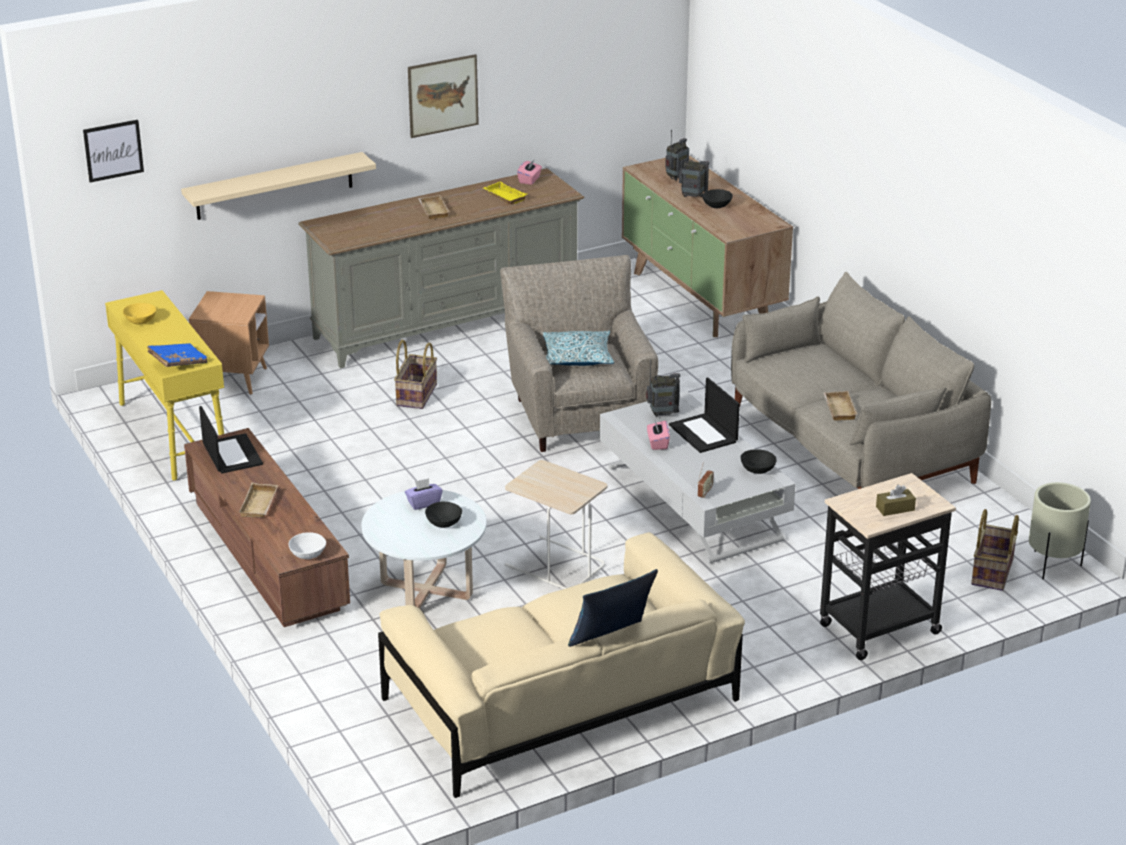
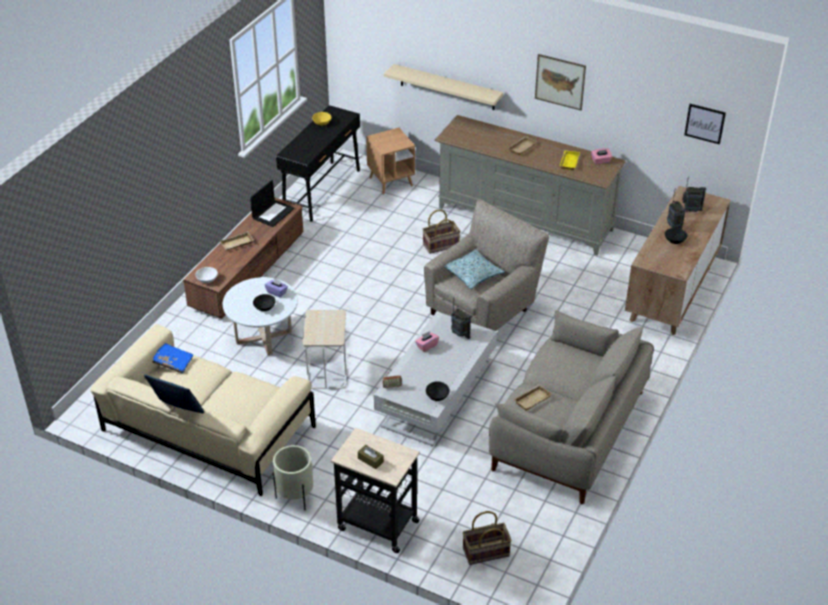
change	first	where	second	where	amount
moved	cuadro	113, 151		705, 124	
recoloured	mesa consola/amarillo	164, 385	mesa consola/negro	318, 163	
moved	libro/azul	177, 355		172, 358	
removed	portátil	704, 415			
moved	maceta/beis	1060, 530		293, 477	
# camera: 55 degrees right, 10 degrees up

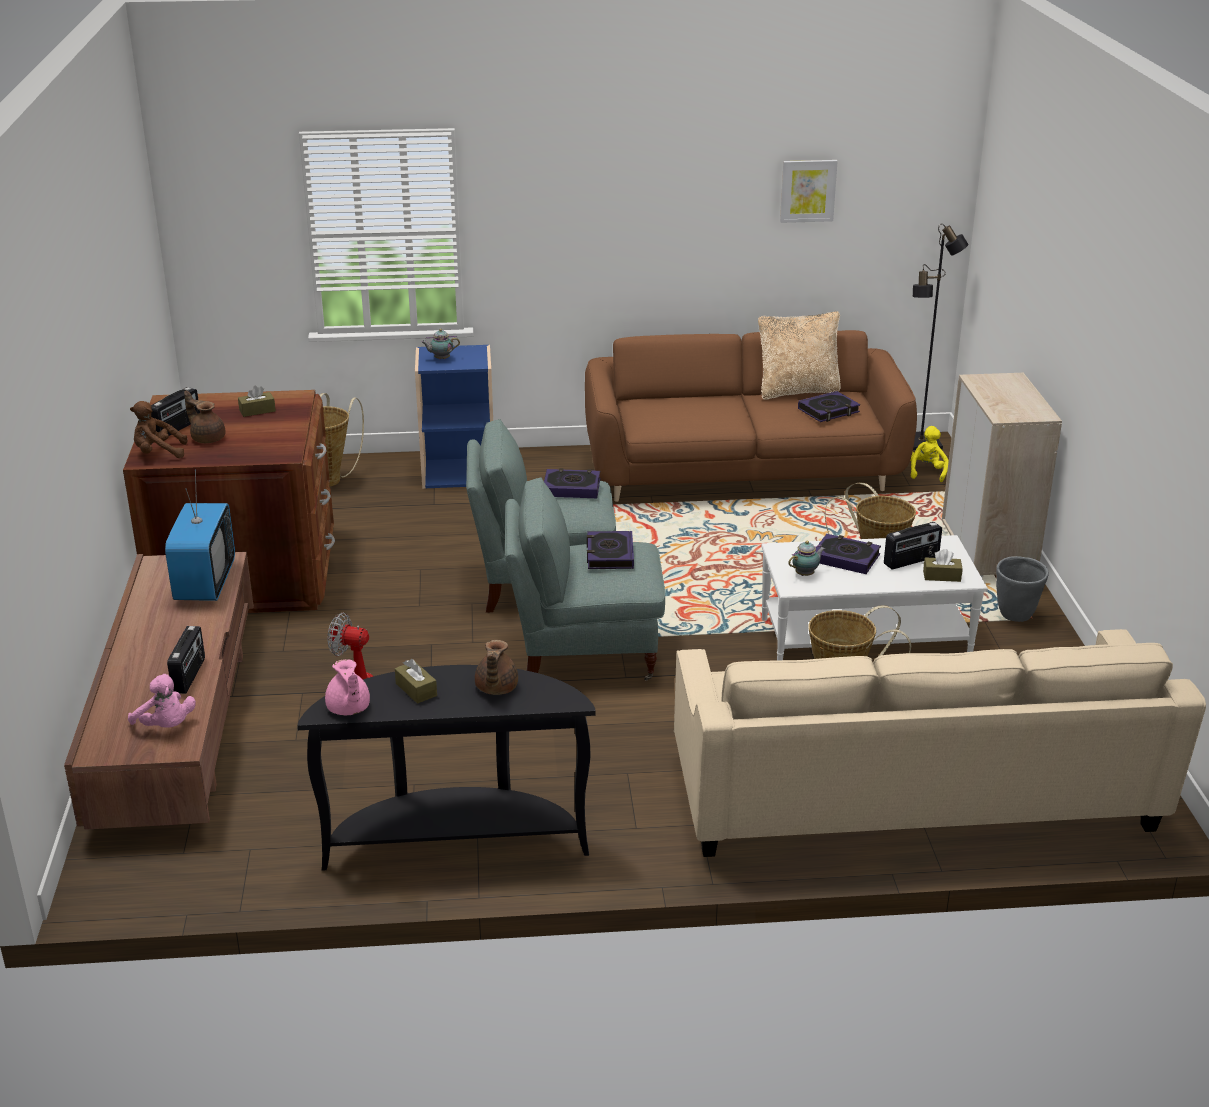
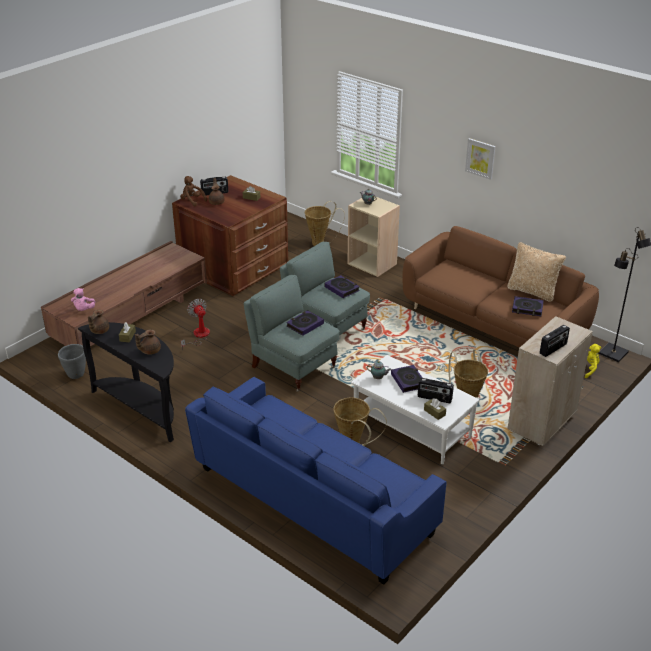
change	first	where	second	where	amount
moved	cuadro	809, 191		480, 159	
recoloured	estantería/azul	454, 417	estantería/beis	373, 237	
removed	televisor	200, 535			
moved	maceta/gris	1022, 589		72, 361	
moved	radio	186, 660		555, 341	
recoloured	sofá/beis	940, 743	sofá/azul	315, 481	
recoloured	tetera/rosa	347, 687	tetera/marrón	98, 322	
# camera: 45 degrees right, 5 degrees up

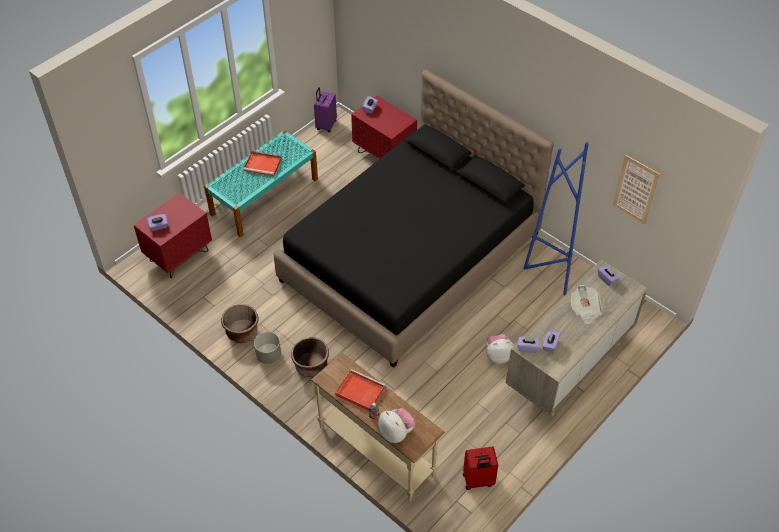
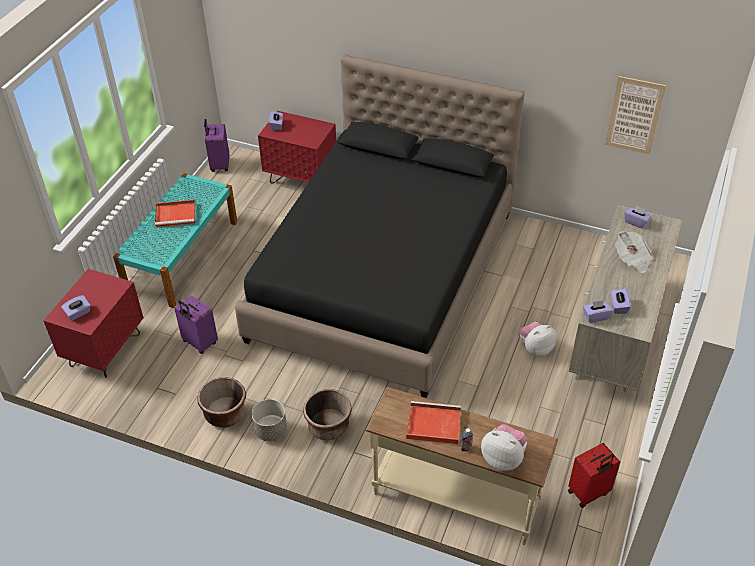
change	first	where	second	where	amount
removed	perchero/azul	556, 218			
added			maleta/morado	196, 325	
# camera: 20 degrees left, 5 degrees down

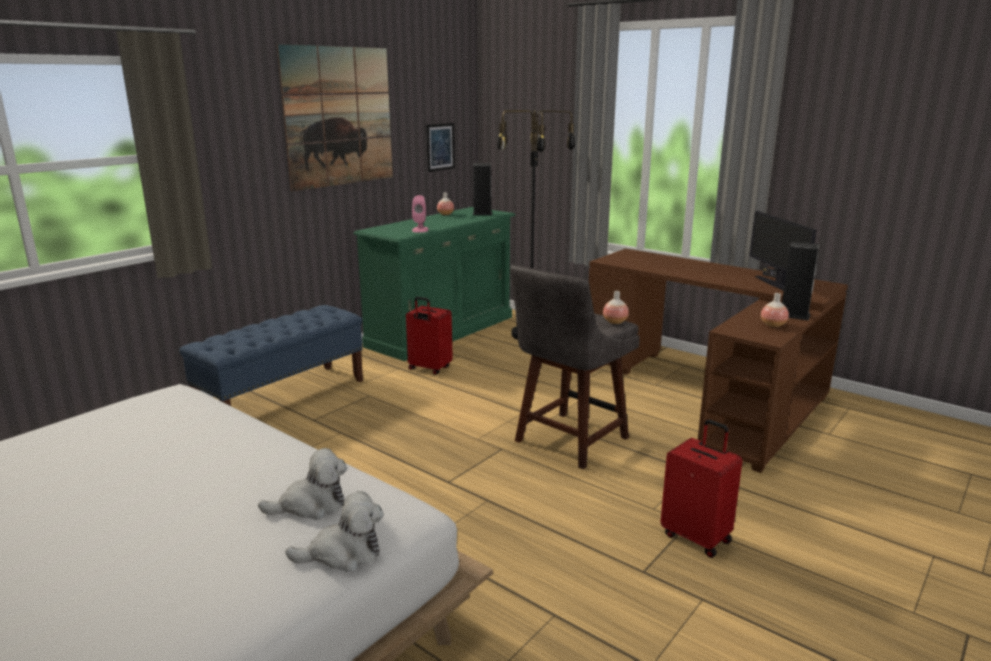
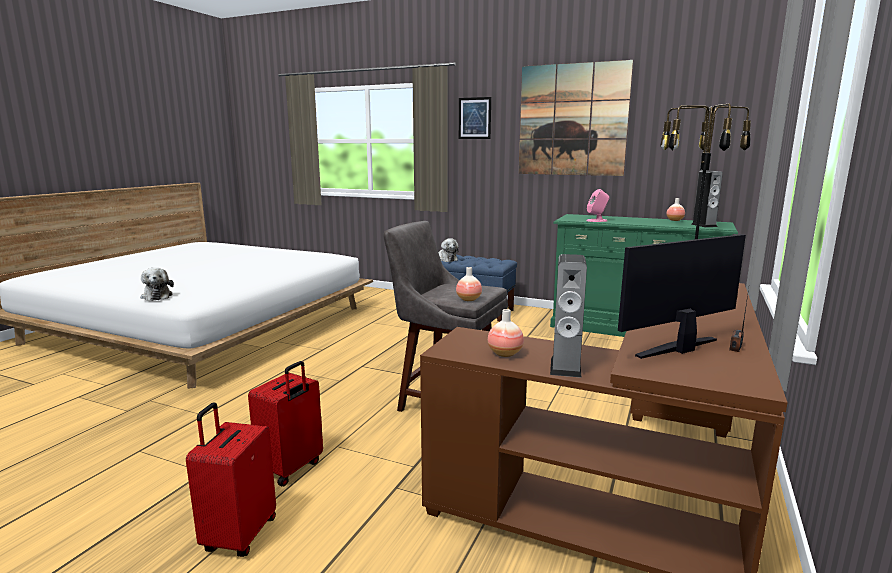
change	first	where	second	where	amount
moved	cuadro	440, 147		475, 118	
moved	maleta/rojo	429, 336		231, 479	
moved	peluche	302, 484		448, 250	
# camera: 75 degrees right, 5 degrees down

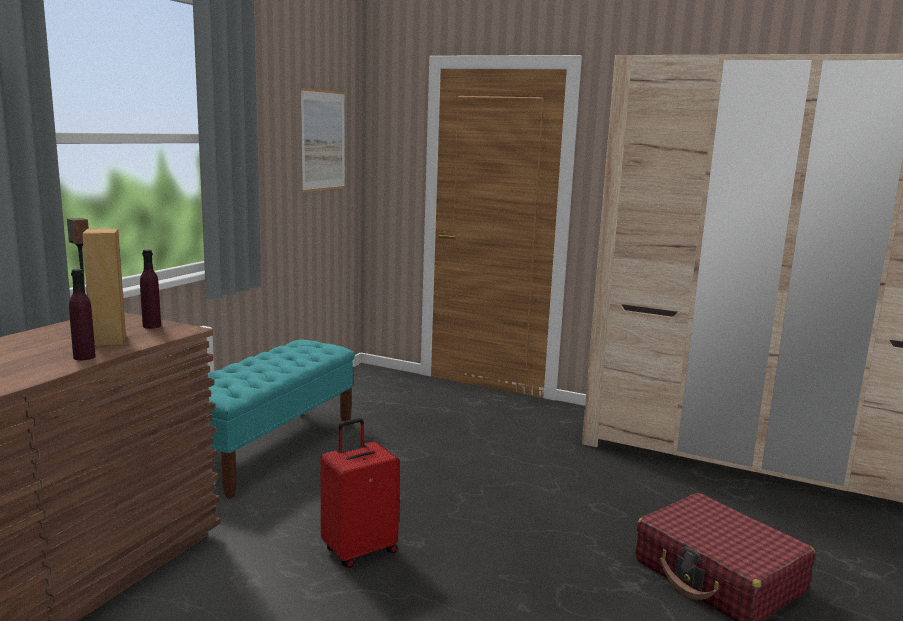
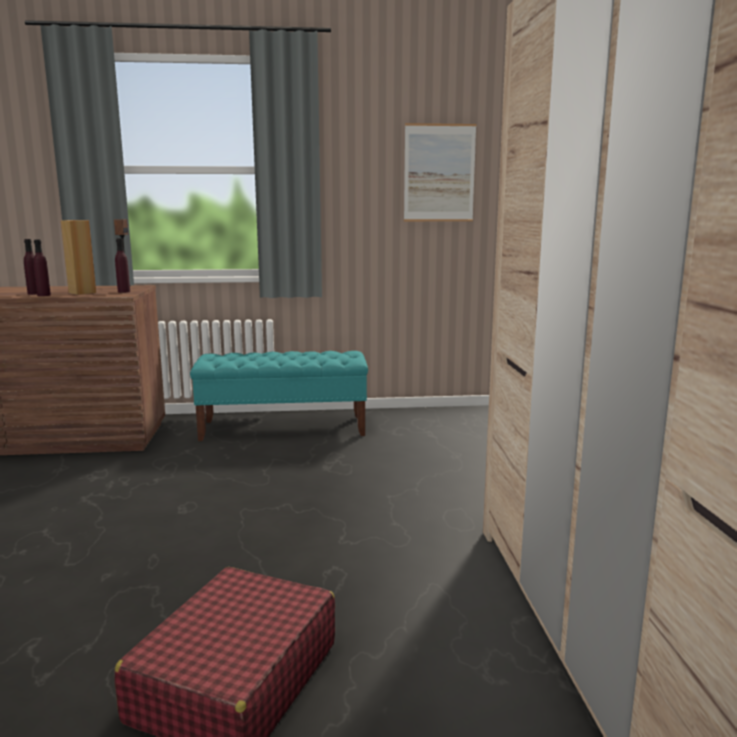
change	first	where	second	where	amount
removed	maleta/rojo	360, 493			
added			botella/morado	30, 267	
# camera: 60 degrees right, 0 degrees up

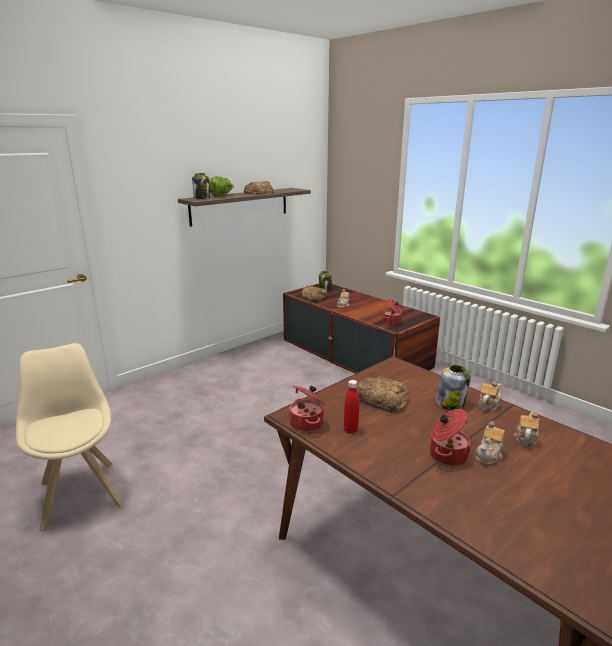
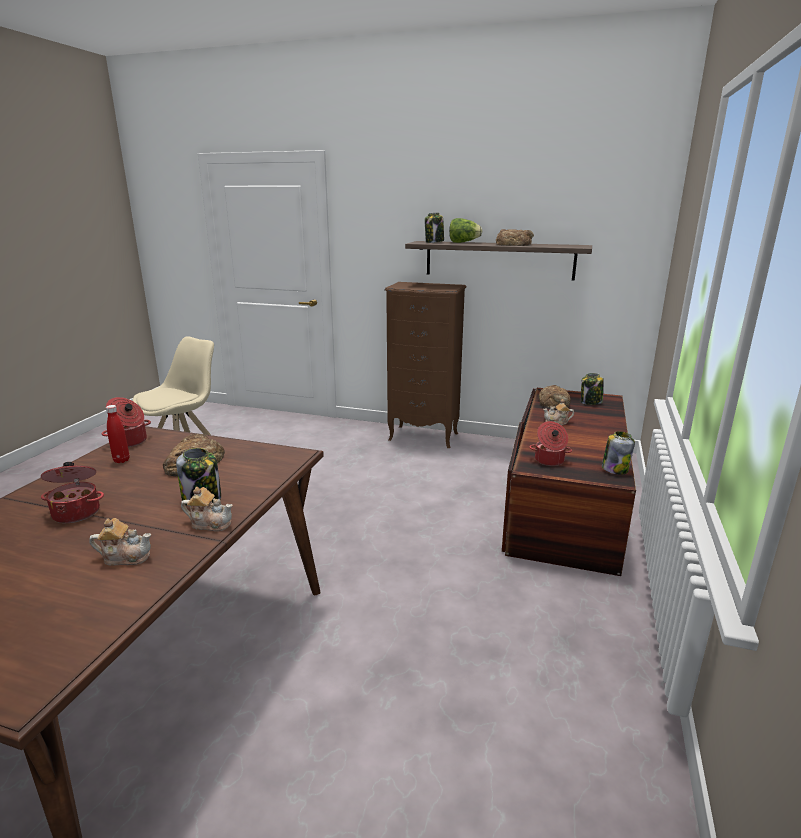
change	first	where	second	where	amount
removed	tetera	490, 443			
added			cómoda/marrón	425, 365	
added			tarro	618, 453	
# camera: 60 degrees right, 0 degrees up

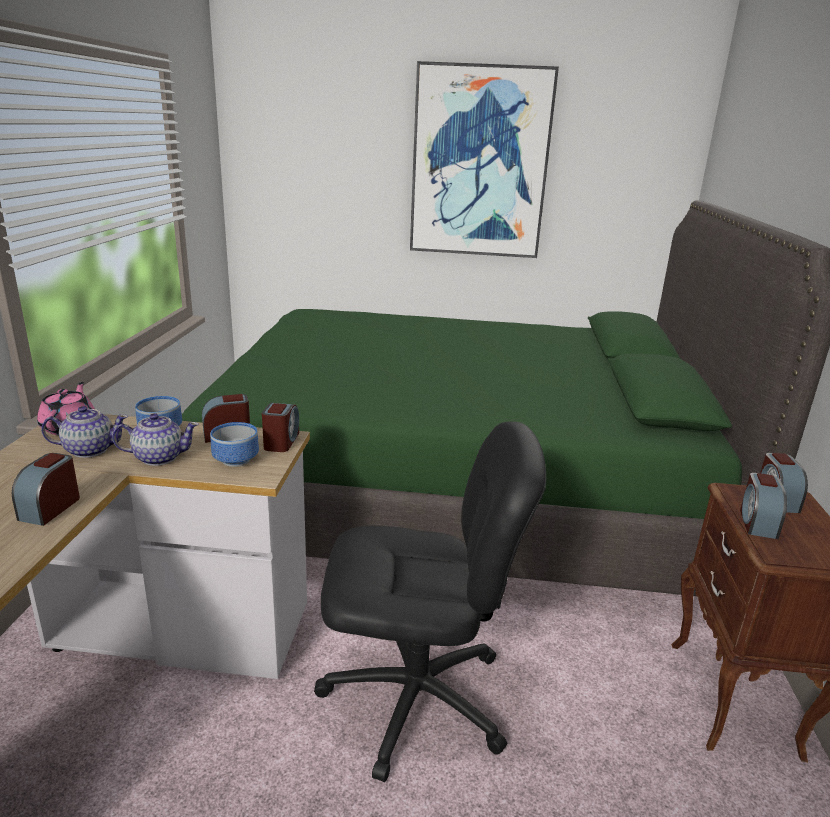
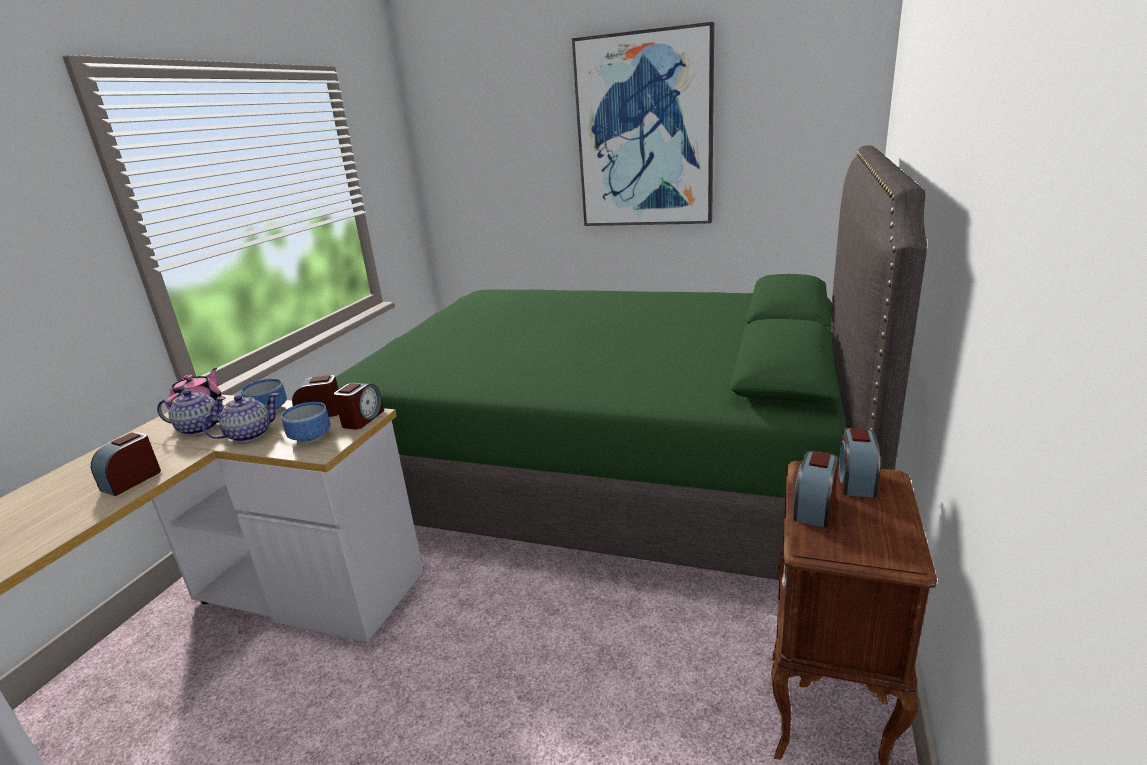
change	first	where	second	where	amount
turned	tetera	155, 439		240, 417	45 degrees counterclockwise
removed	silla de oficina/negro	430, 601			
# camera: 15 degrees right, 0 degrees up

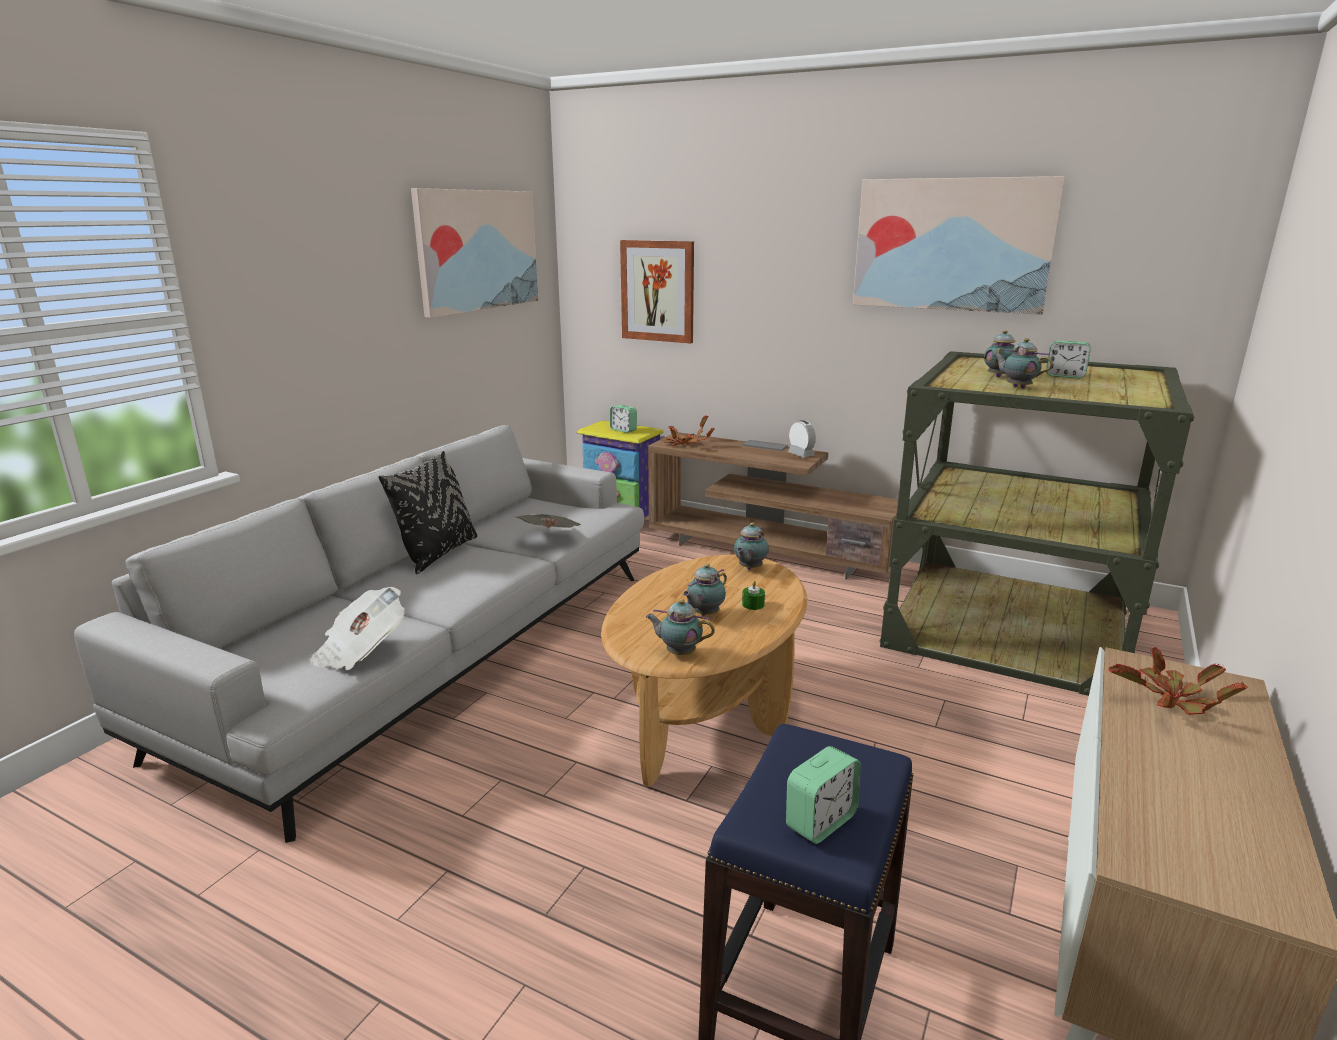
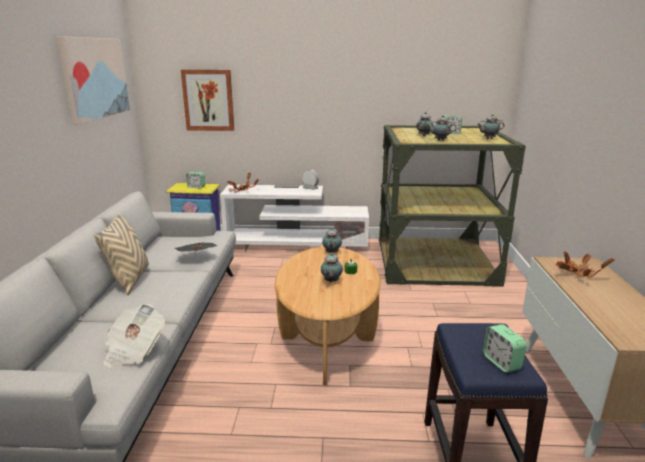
change	first	where	second	where	amount
removed	cuadro	959, 245			
recoloured	mueble de televisión/marrón	773, 506	mueble de televisión/blanco	294, 218	
recoloured	cojín/negro	428, 512	cojín/beis	121, 254	
moved	tetera	680, 627		491, 126	
turned	despertador	823, 795		505, 348	135 degrees clockwise
# camera: 25 degrees left, 0 degrees up

